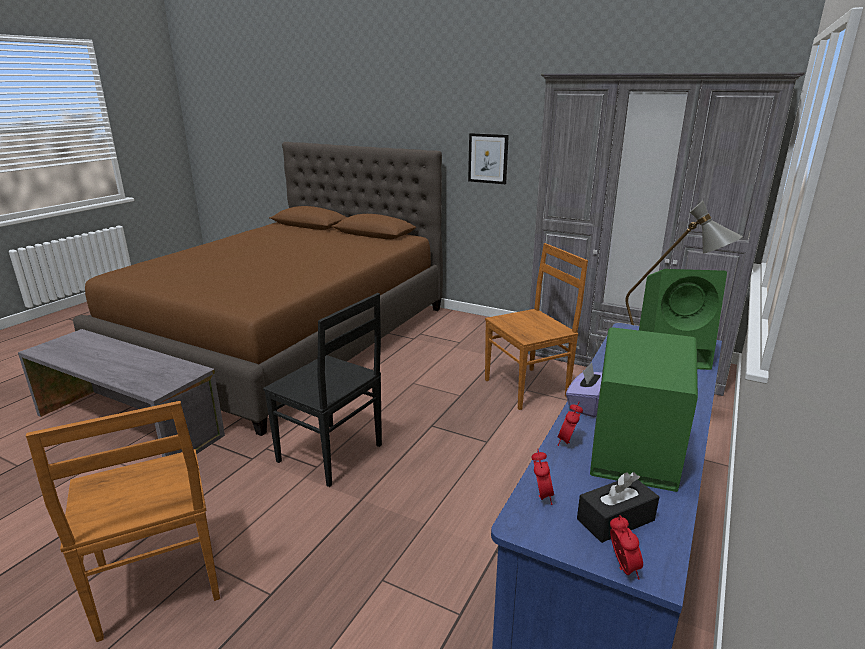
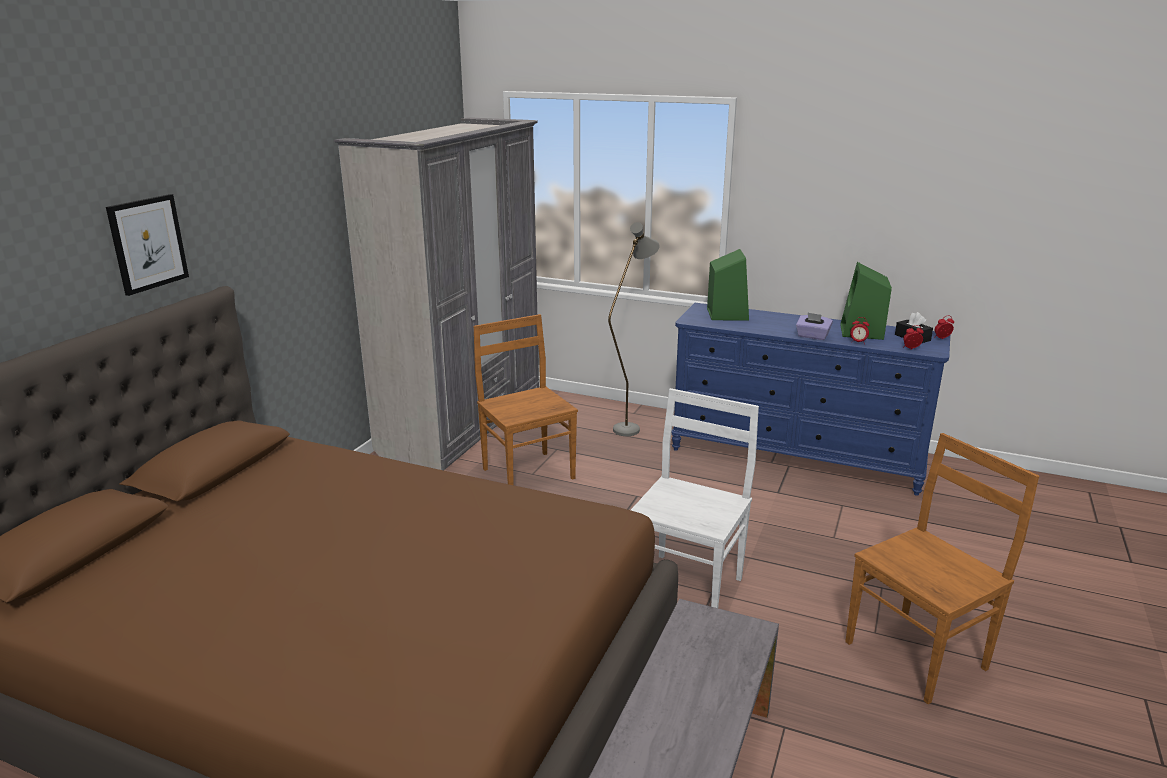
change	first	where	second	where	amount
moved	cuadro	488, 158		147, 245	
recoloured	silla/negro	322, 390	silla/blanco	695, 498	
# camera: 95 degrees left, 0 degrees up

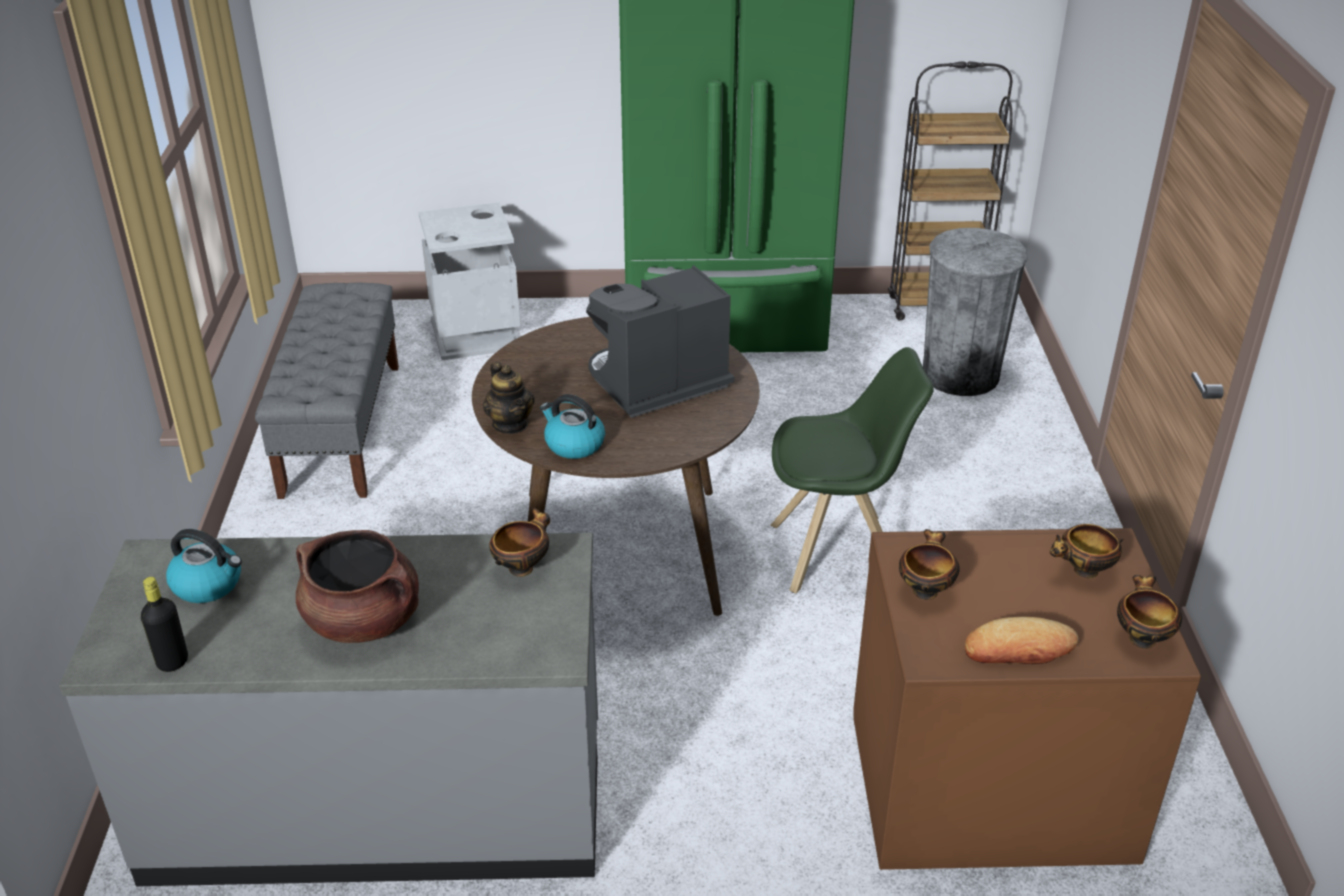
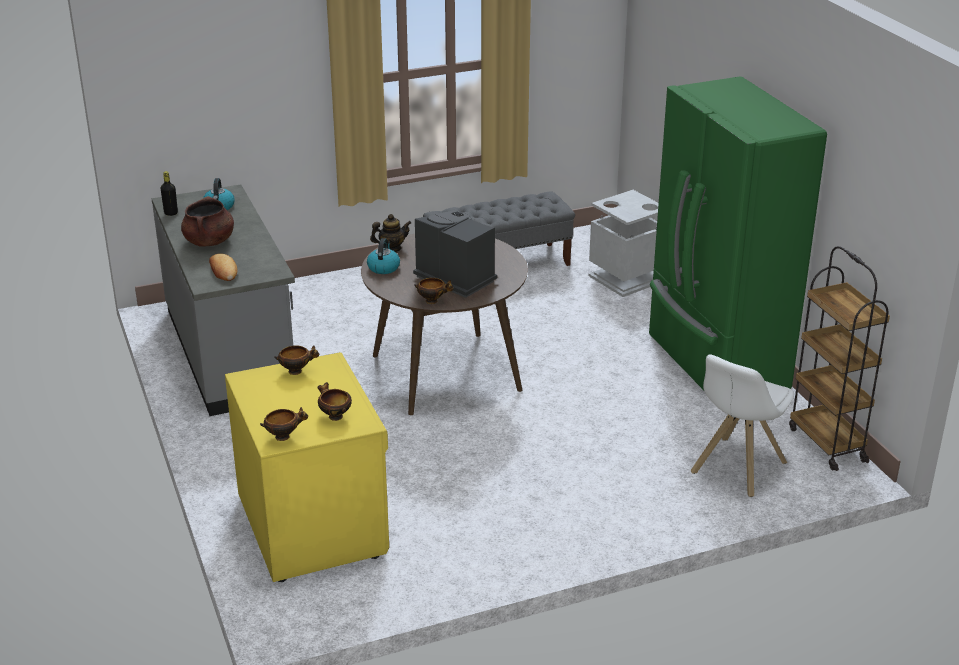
change	first	where	second	where	amount
replaced	papelera/gris	975, 312	silla/blanco	742, 425	
removed	silla/verde	852, 470			
turned	tetera	509, 398		390, 233	150 degrees counterclockwise
moved	cuenco	519, 542		434, 291	
recoloured	lavadora/marrón	1027, 699	lavadora/amarillo	307, 467	
moved	pan	1022, 640		223, 267	
# camera: 70 degrees right, 5 degrees down

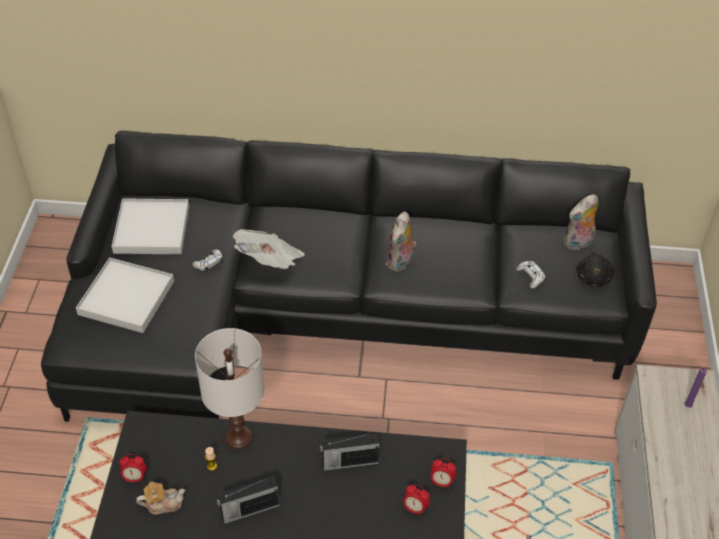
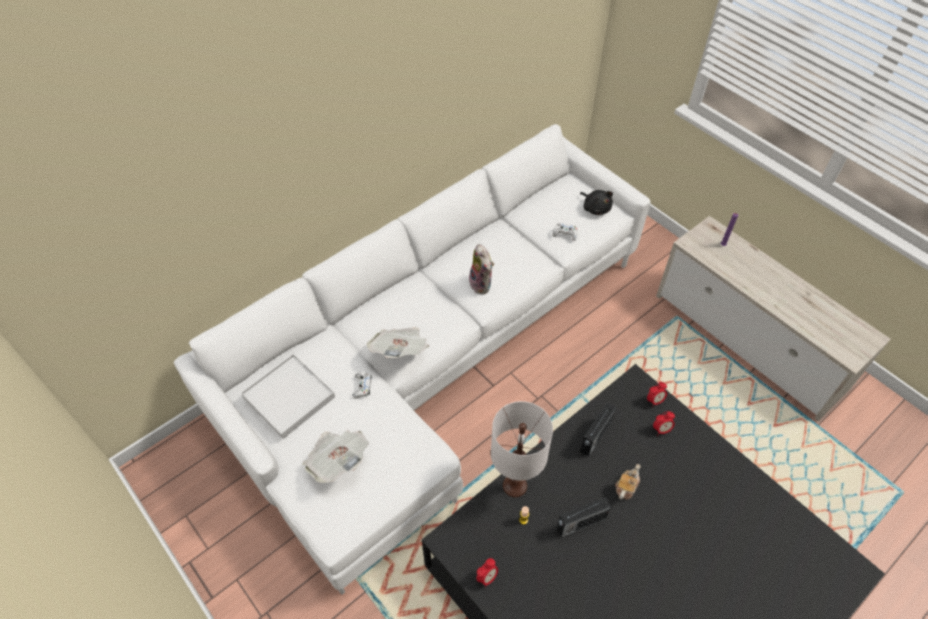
change	first	where	second	where	amount
recoloured	sofá/negro	349, 276	sofá/blanco	412, 359	
removed	peluche	581, 222			
replaced	bandeja/blanco	125, 295	periódico	335, 456	
turned	radio	248, 500		584, 517	45 degrees clockwise
moved	tetera	160, 498		627, 482	
# camera: 45 degrees left, 5 degrees up

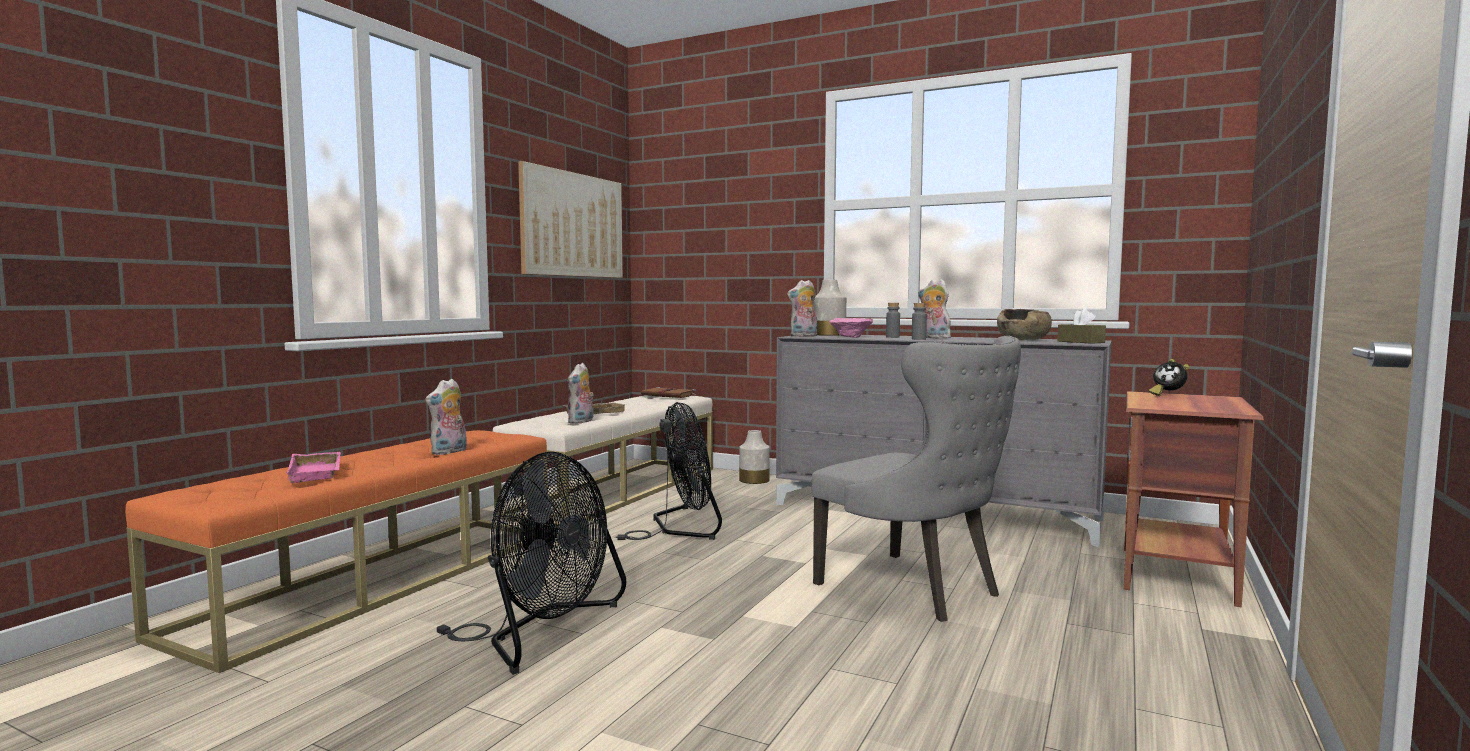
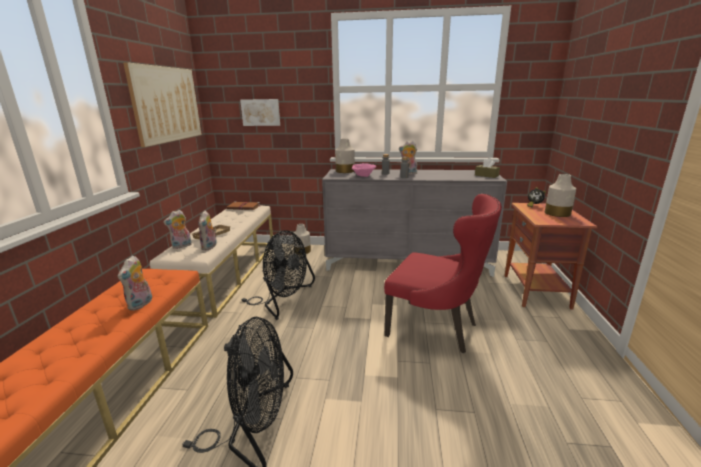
change	first	where	second	where	amount
moved	peluche	802, 308		177, 229	
removed	cuenco/marrón	1024, 324			
recoloured	silla/gris	916, 479	silla/rojo	443, 273	
turned	ventilador/negro	668, 471		278, 275	60 degrees clockwise
removed	bandeja/rosa	313, 467			
added			cuadro	260, 112	
added			florero/beis	560, 195	
# camera: 20 degrees left, 15 degrees up

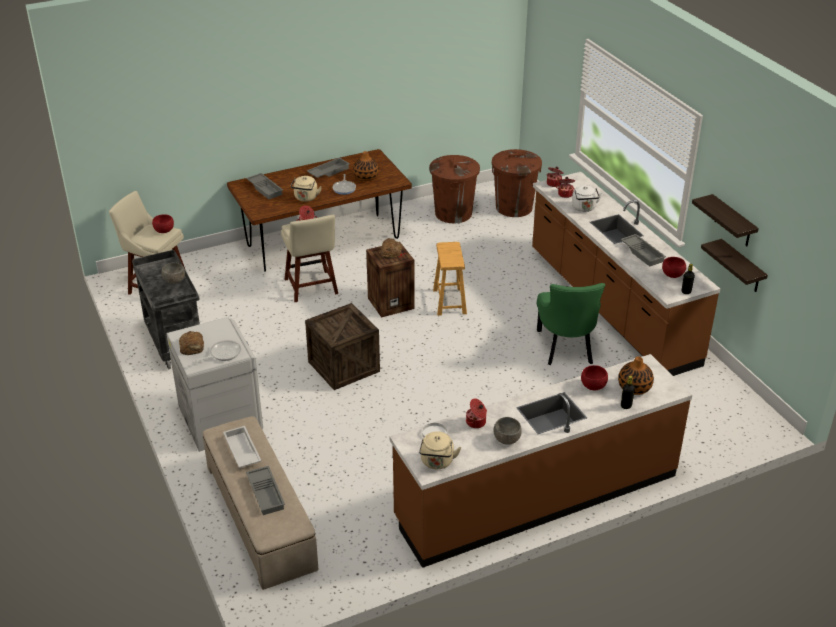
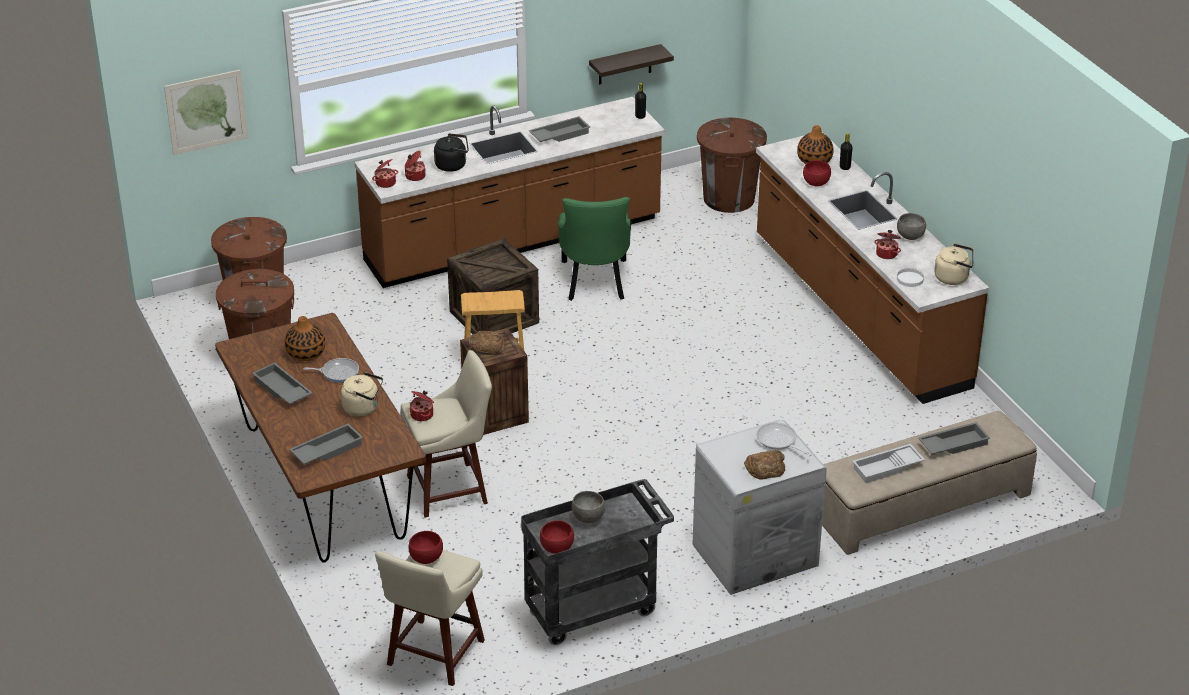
change	first	where	second	where	amount
recoloured	hervidor/blanco	587, 198	hervidor/negro	451, 152	
removed	estante	725, 220			
moved	cuenco/rojo	674, 267		557, 537	
turned	silla/verde	570, 324		594, 249	90 degrees clockwise
moved	caja de embalaje	342, 346		493, 286	
added			cuadro	206, 112	
added			papelera/marrón	732, 165	
# camera: 90 degrees left, 0 degrees up

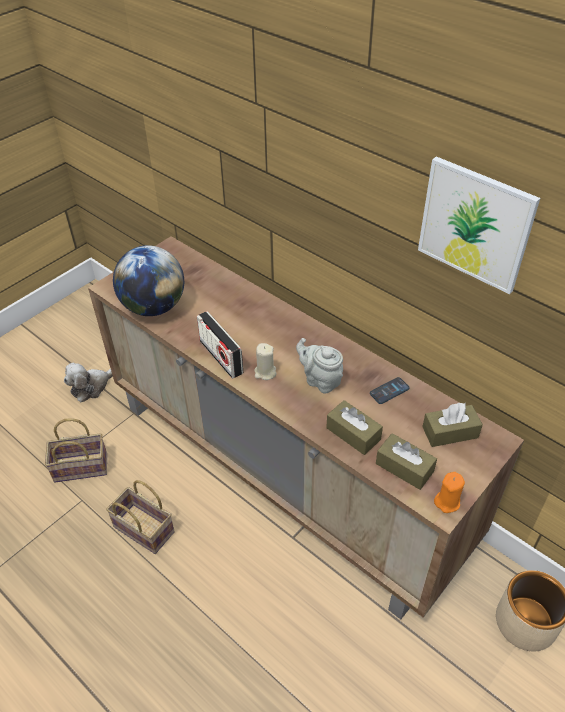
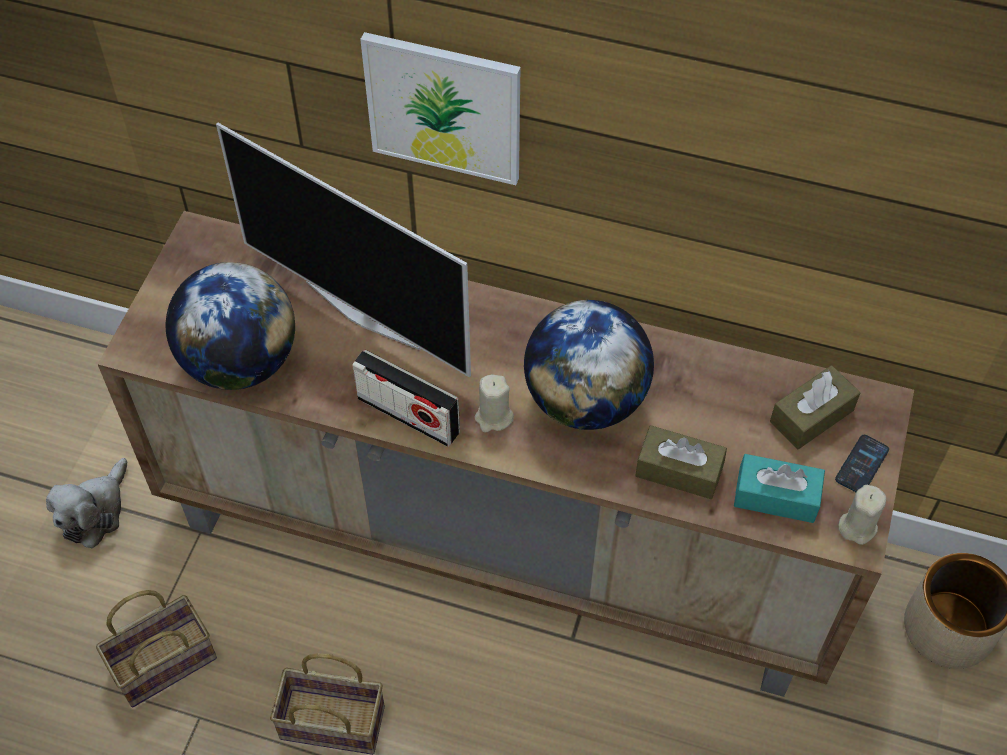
change	first	where	second	where	amount
moved	cuadro	479, 225		440, 108	
replaced	tetera/gris	319, 365	globo terráqueo	589, 365	
moved	móvil	390, 390		862, 463	
recoloured	caja de pañuelos/marrón	406, 461	caja de pañuelos/turquesa	779, 488	
recoloured	vela/naranja	449, 492	vela/beis	862, 515	
added			televisor	343, 250	
# camera: 25 degrees left, 10 degrees up

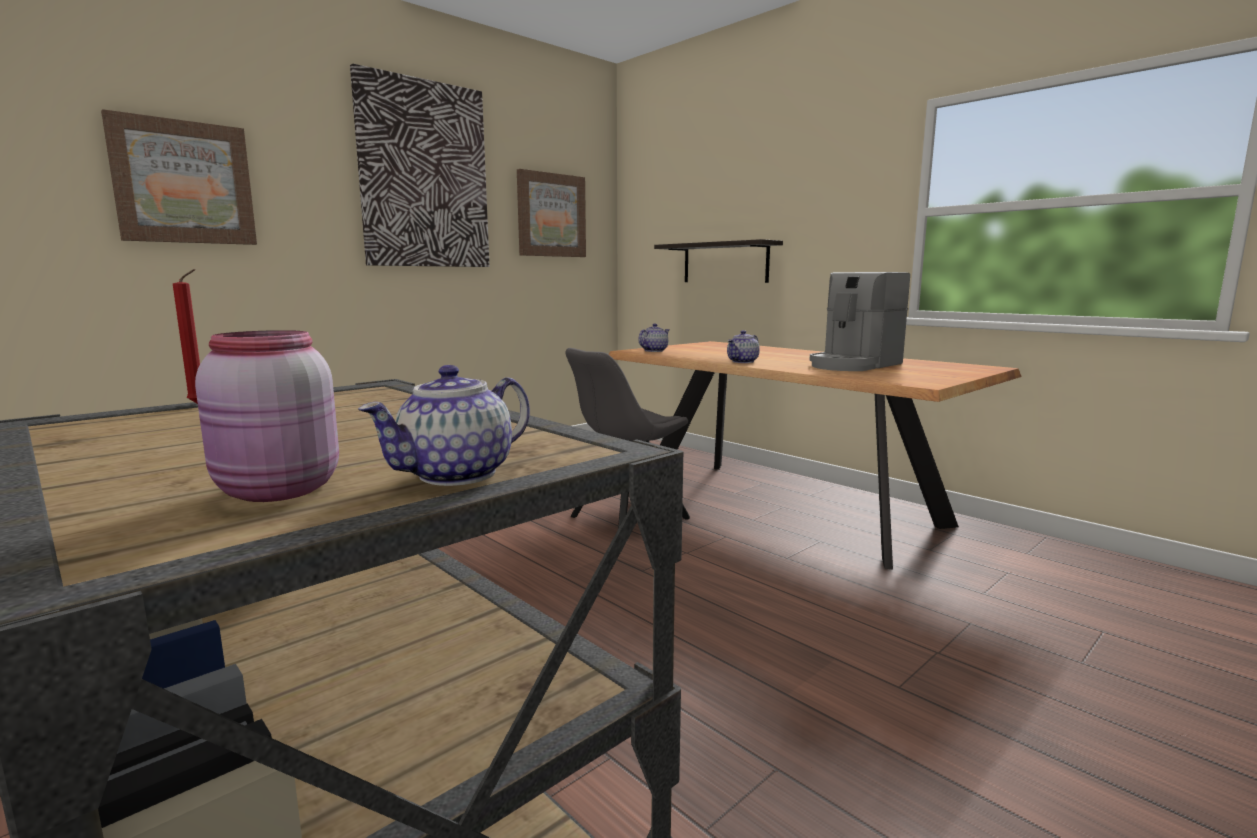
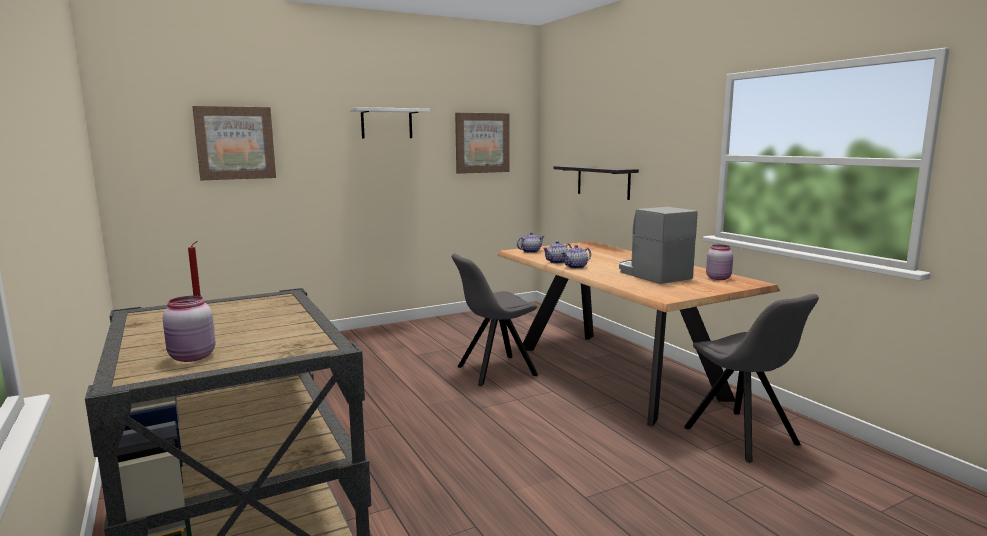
change	first	where	second	where	amount
replaced	cuadro	420, 165	estante/blanco	390, 123	
turned	cafetera	860, 321		658, 245	90 degrees clockwise
moved	tetera	444, 425		557, 252	
added			tarro/rosa	719, 262	
added			silla/gris	752, 378	
# camera: 15 degrees right, 0 degrees up

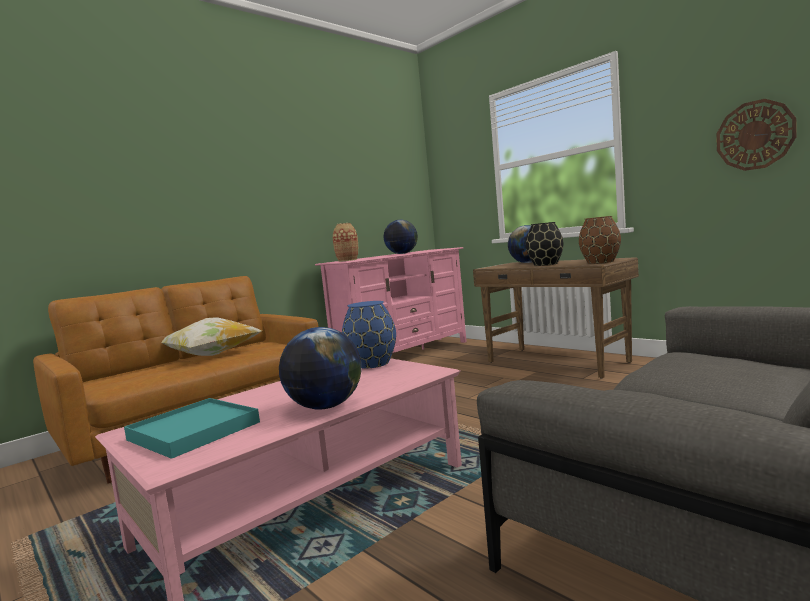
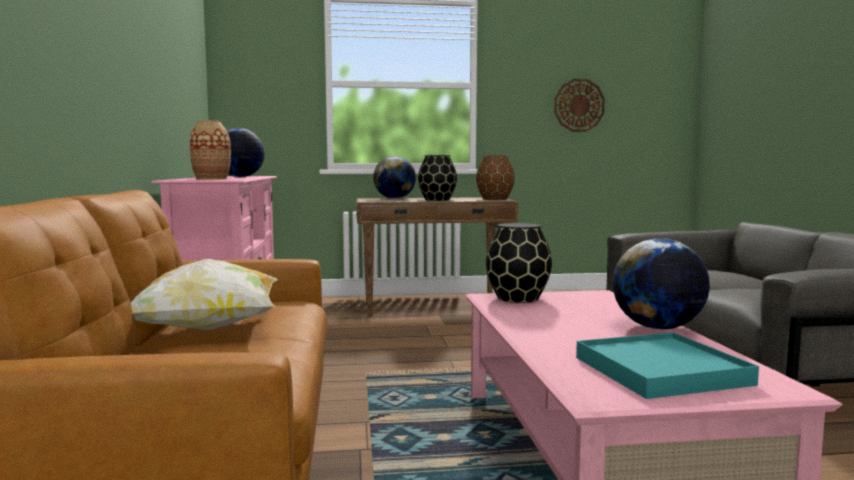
change	first	where	second	where	amount
recoloured	florero/azul	369, 334	florero/negro	519, 263	
# camera: 55 degrees left, 0 degrees up

